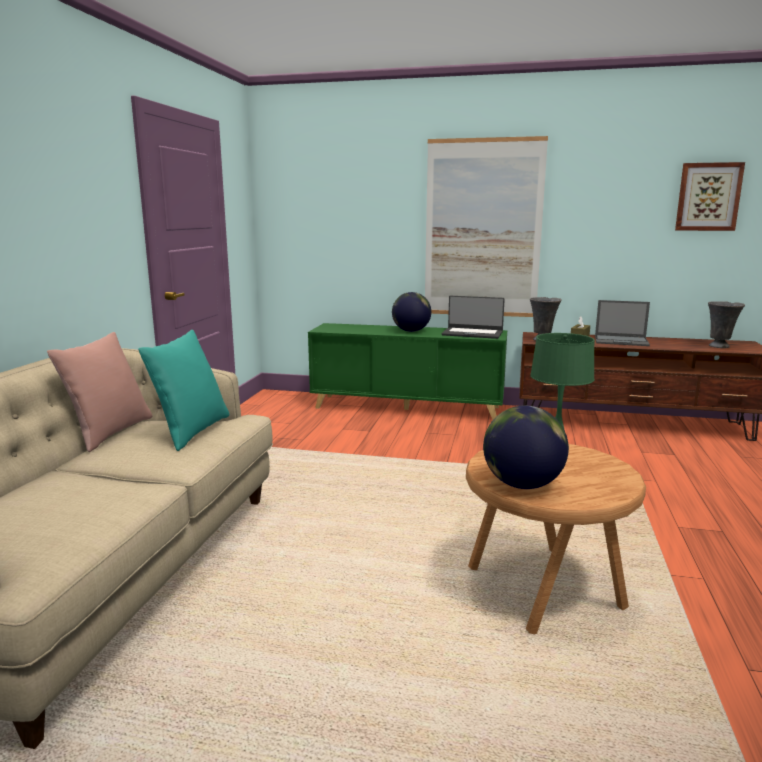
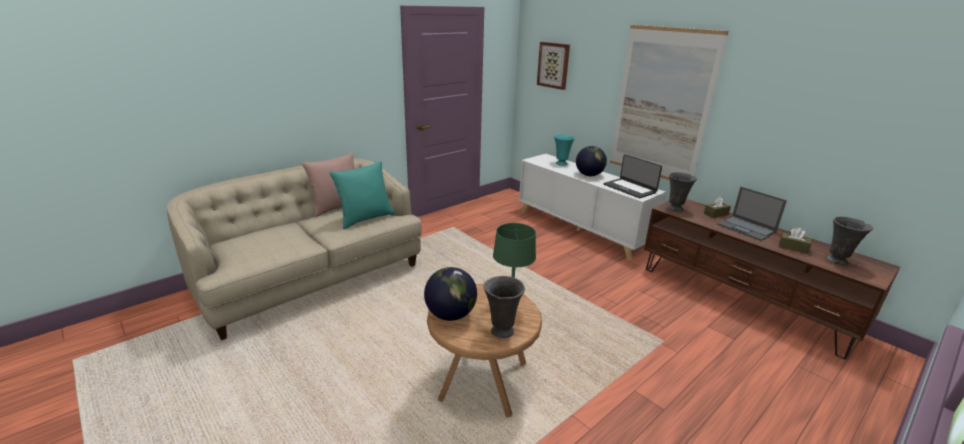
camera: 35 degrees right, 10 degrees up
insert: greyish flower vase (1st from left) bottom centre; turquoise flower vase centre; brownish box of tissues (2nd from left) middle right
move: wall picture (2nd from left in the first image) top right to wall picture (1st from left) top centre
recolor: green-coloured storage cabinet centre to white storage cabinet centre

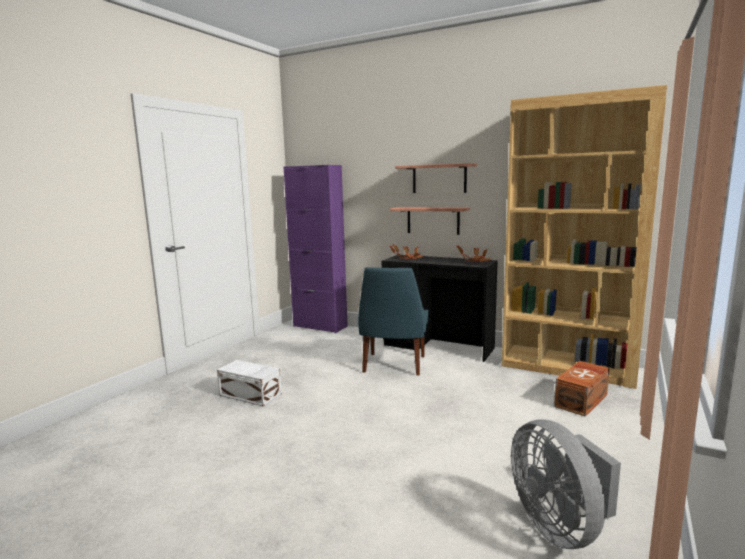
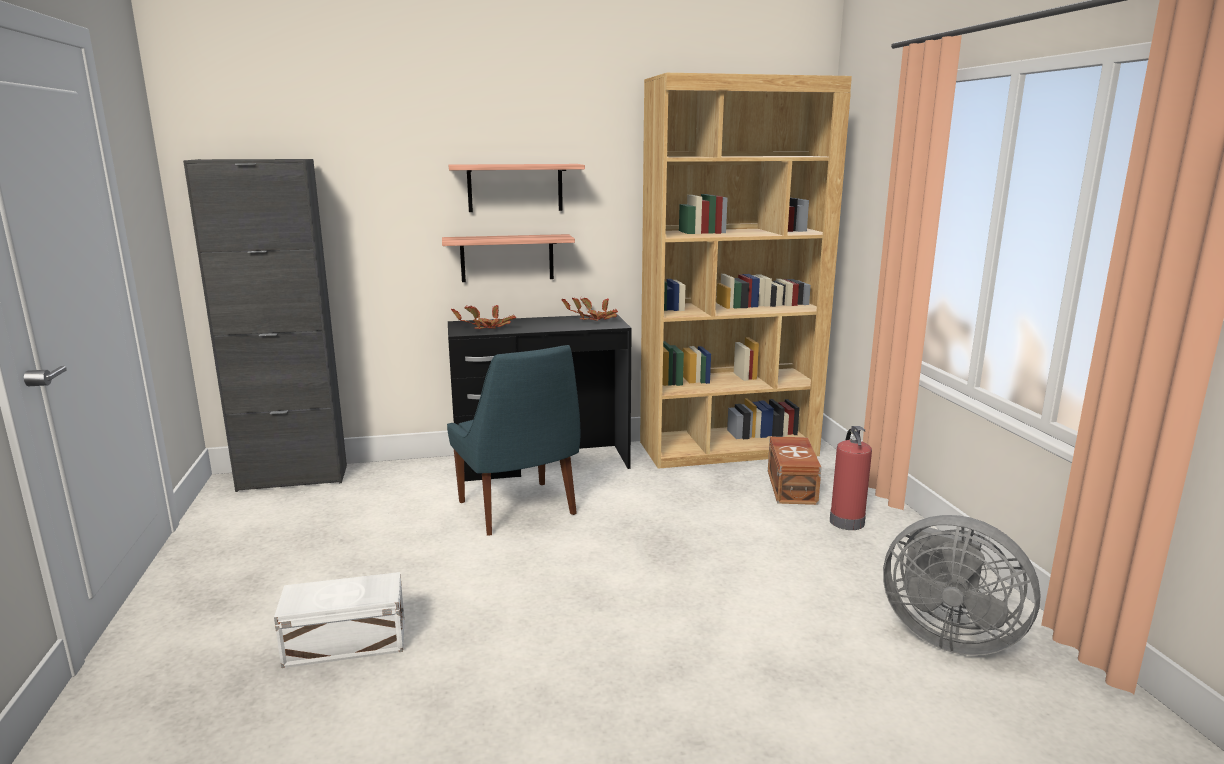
camera: 40 degrees left, 5 degrees up
insert: fire extinguisher middle right
recolor: purplish storage cabinet centre to black storage cabinet middle left

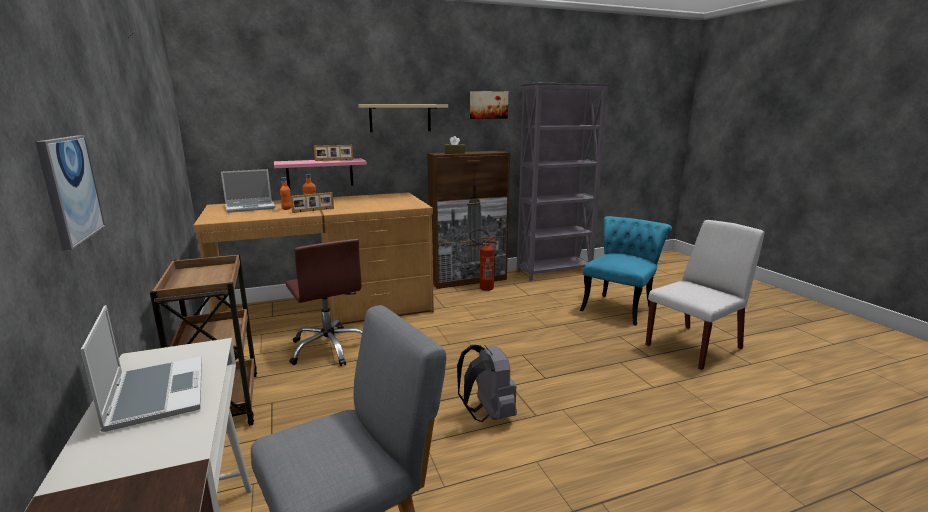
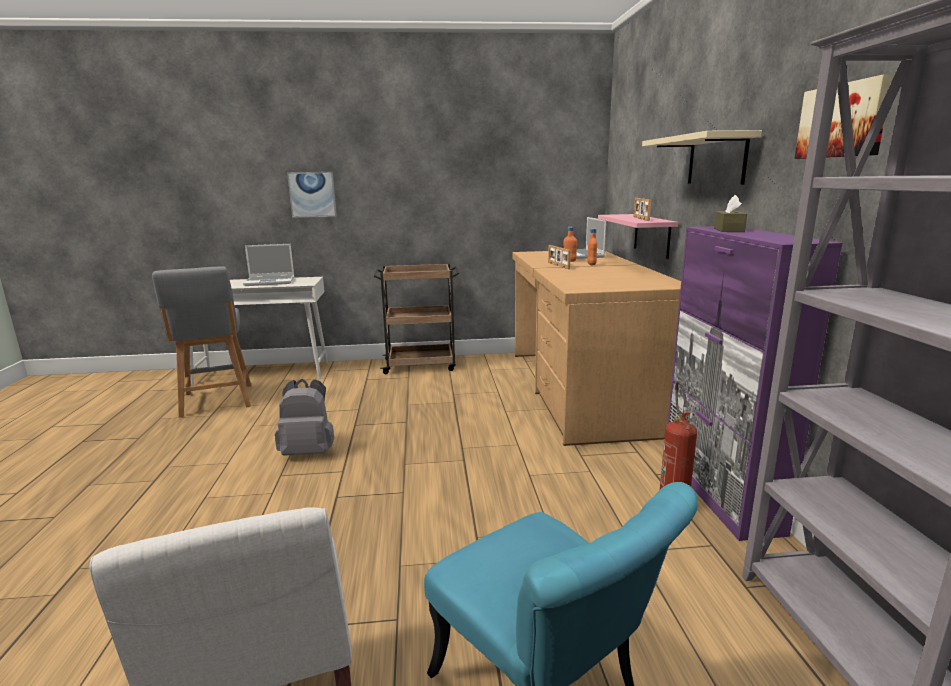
camera: 105 degrees right, 0 degrees up
delete: brownish computer chair centre
recolor: brownish storage cabinet centre to purplish storage cabinet middle right

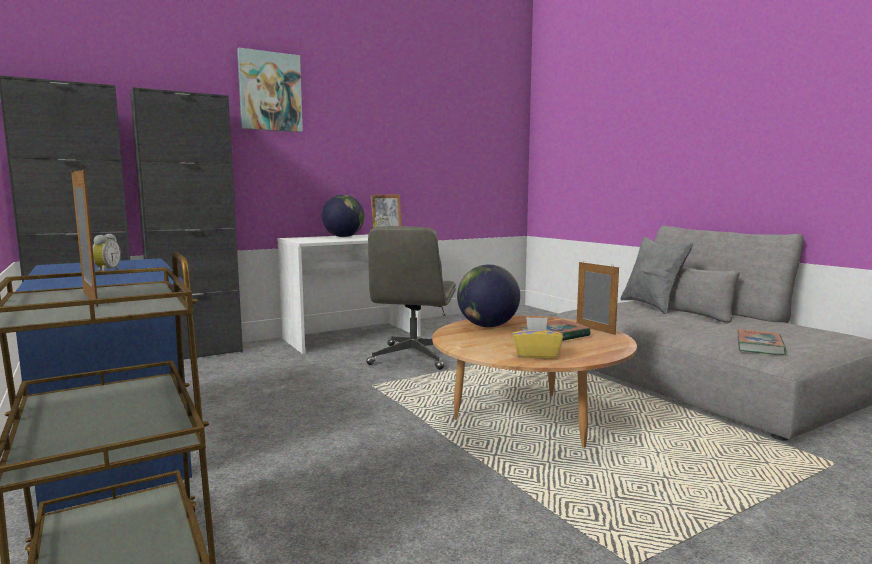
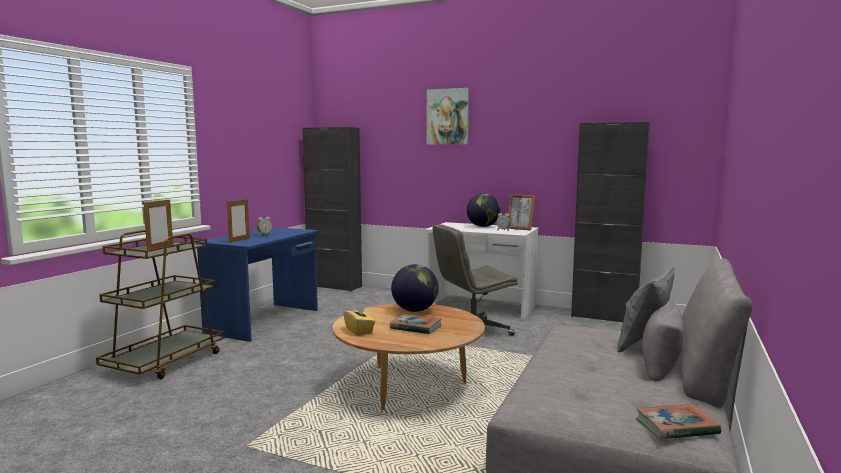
camera: 55 degrees right, 0 degrees up
move: black storage cabinet (2nd from left) middle left to middle right; standing frame (3rd from left in the first image) middle right to standing frame (2nd from left) middle left; bound book (2nd from left) middle right to bottom right

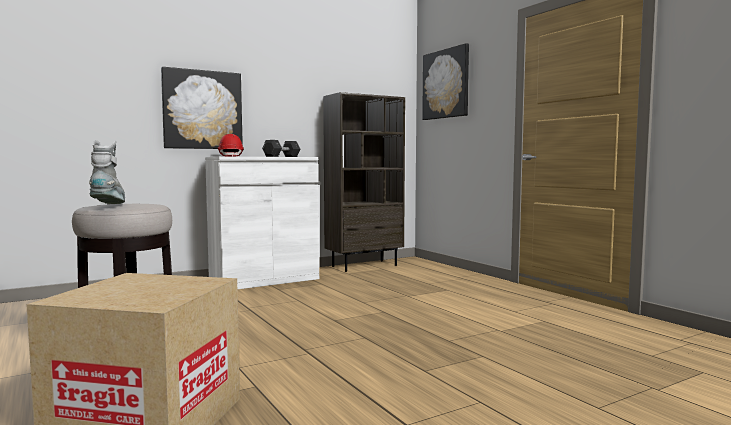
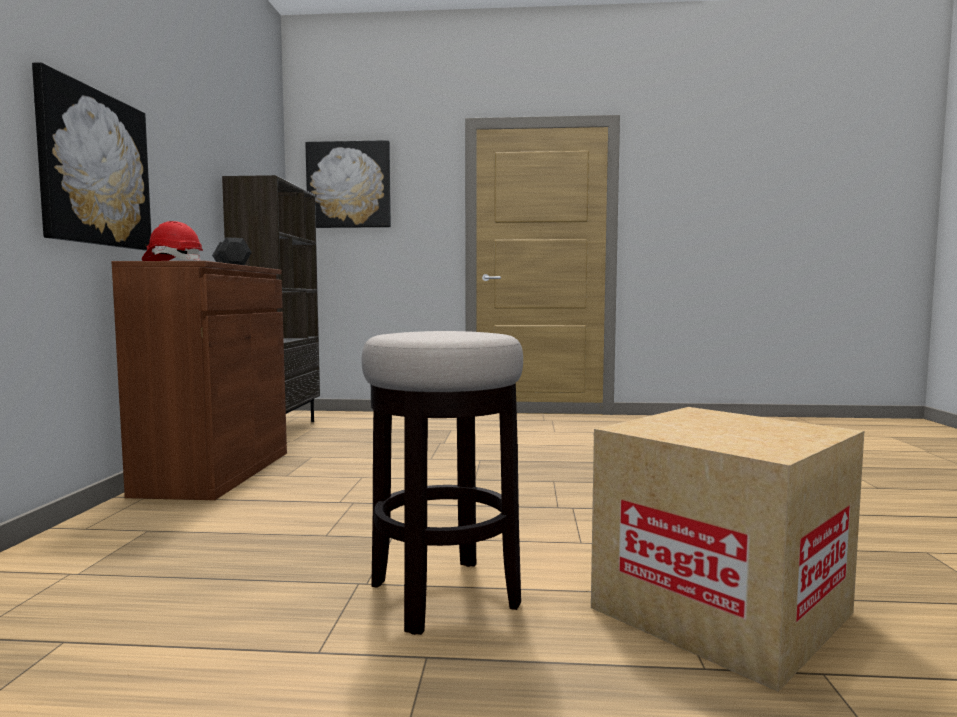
camera: 55 degrees left, 0 degrees up
delete: greyish tall boot middle left
recolor: white storage cabinet centre to brownish storage cabinet middle left

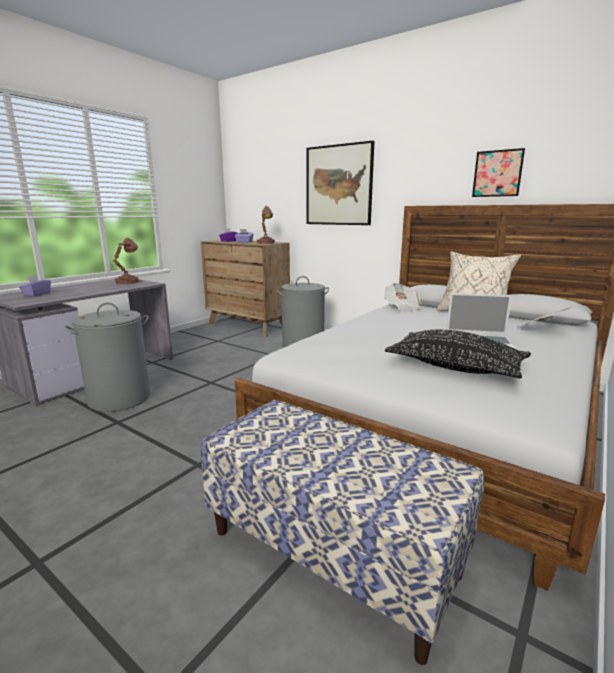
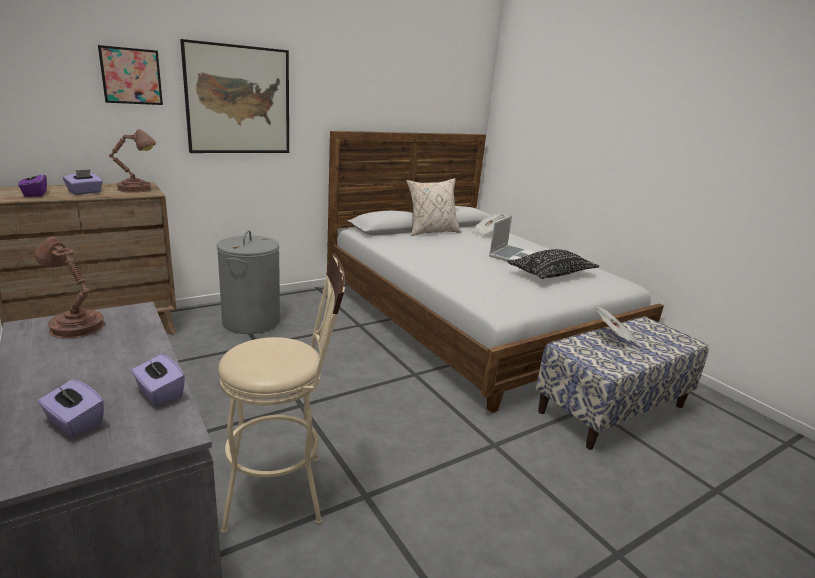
camera: 70 degrees left, 5 degrees up
insert: purplish box of tissues (4th from left) middle left
move: newspaper (1st from left in the first image) centre to newspaper (2nd from left) middle right; wall picture (2nd from left in the first image) top right to wall picture (1st from left) top left
replace: greyish laundry basket (1st from left) middle left to sand-coloured stool bottom centre

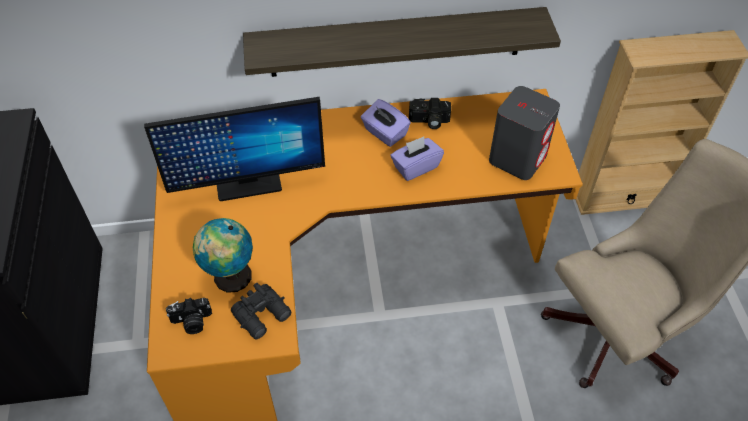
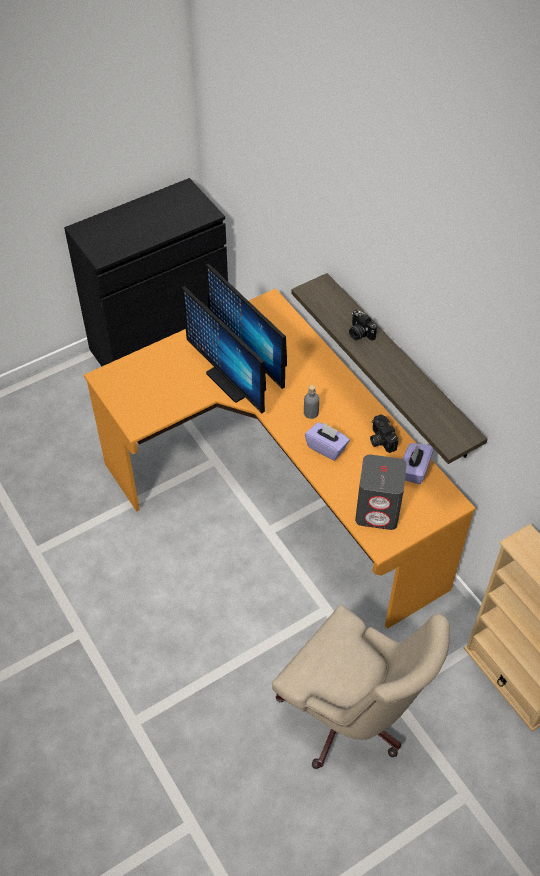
camera: 65 degrees right, 0 degrees up
delete: world globe middle left; black binoculars bottom centre
insert: computer screen (1st from left) centre; greyish bottle centre
move: still camera (1st from left) bottom left to middle right; purplish box of tissues (1st from left in the first image) top centre to purplish box of tissues (2nd from left) middle right

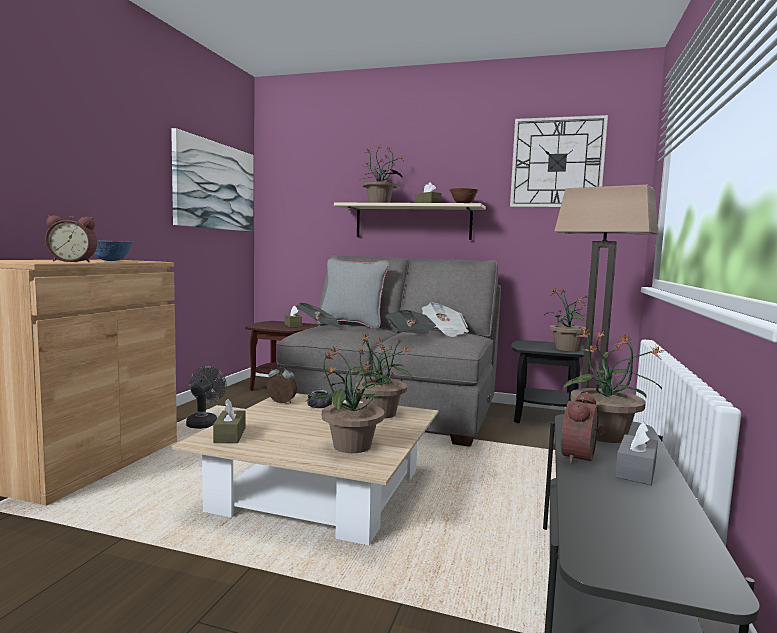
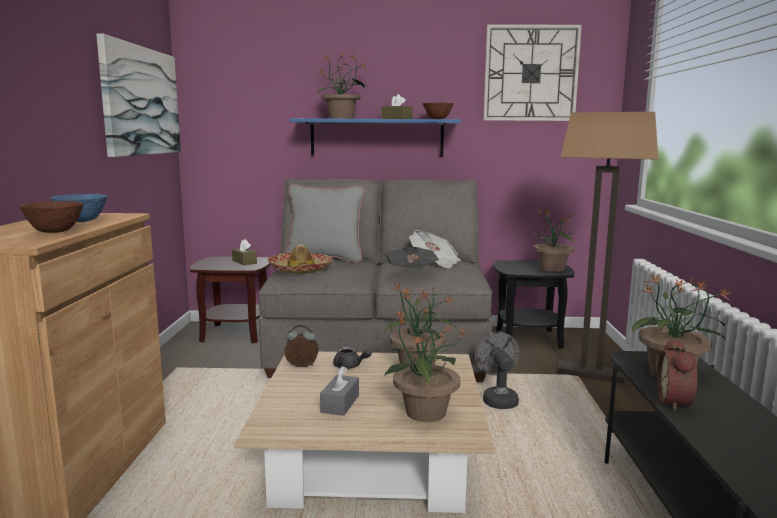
camera: 15 degrees left, 5 degrees up
delete: brownish box of tissues (1st from left) middle left
move: greyish electric fan middle left to bottom centre; greyish box of tissues bottom right to bottom centre
replace: bedside clock (1st from left) middle left to brownish serving bowl (1st from left) middle left; newspaper (1st from left) centre to clothing hat centre
recolor: sand-coloured shelf centre to blue shelf top centre

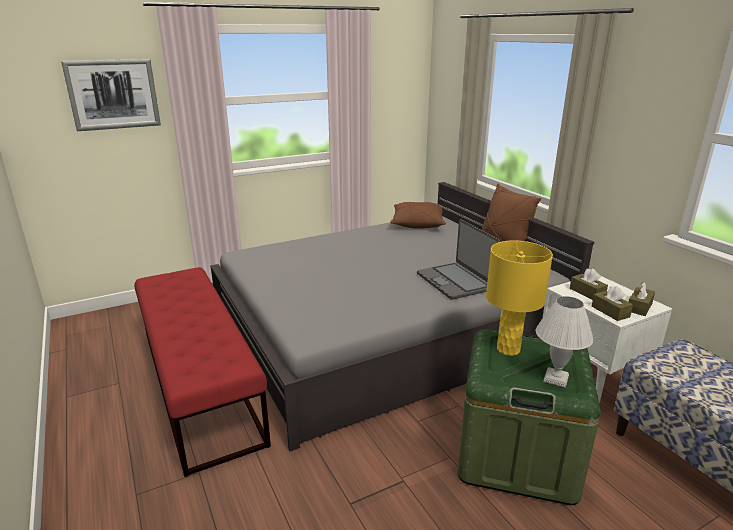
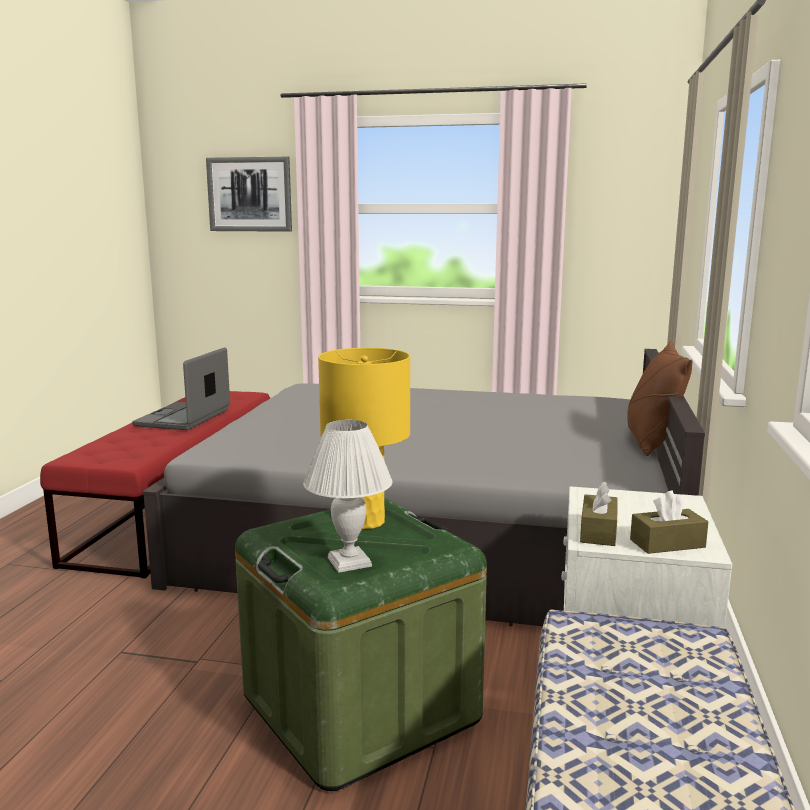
camera: 40 degrees right, 10 degrees down
delete: brownish cushion (1st from left) centre; brownish box of tissues (1st from left) middle right
move: laptop centre to middle left

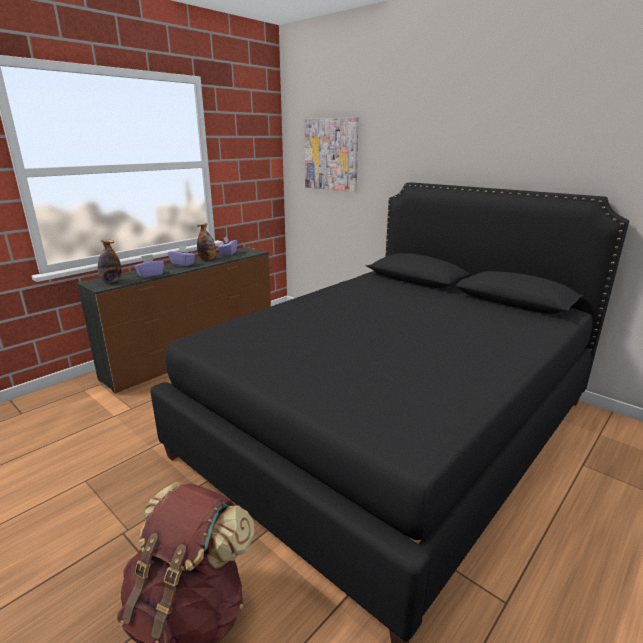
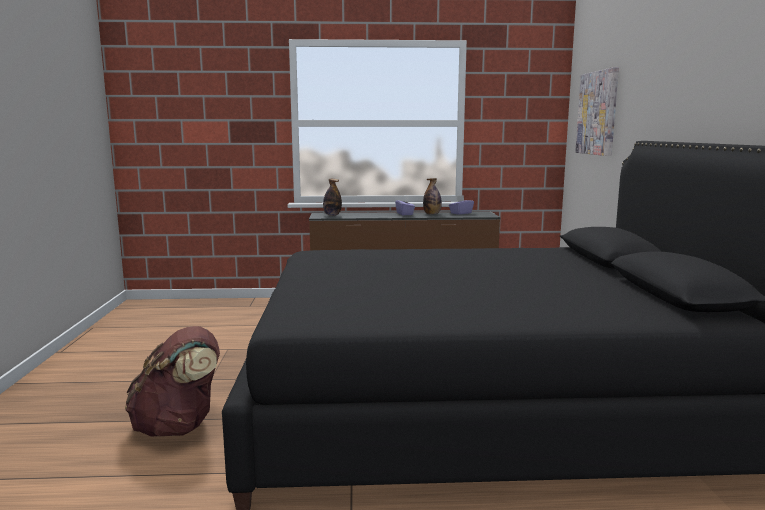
camera: 45 degrees right, 10 degrees down
delete: purplish box of tissues (1st from left) middle left

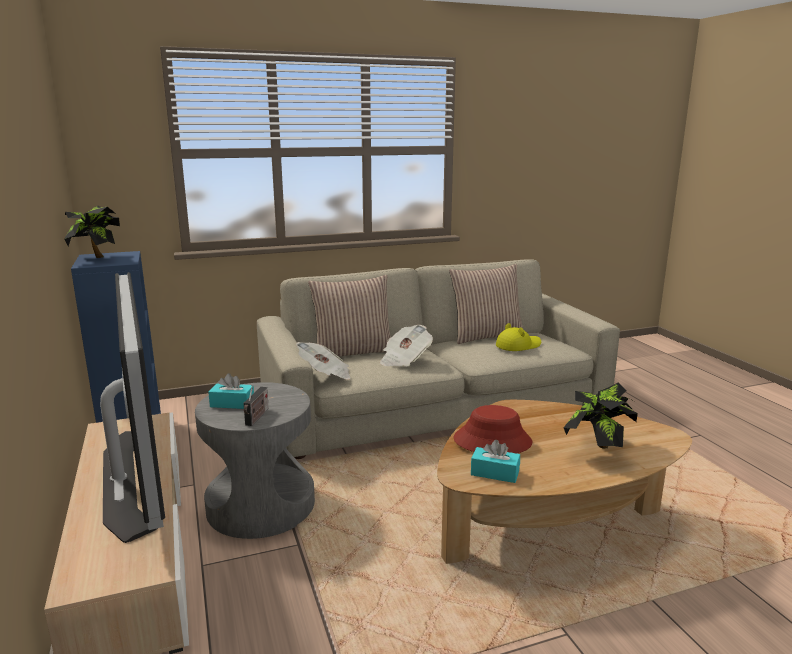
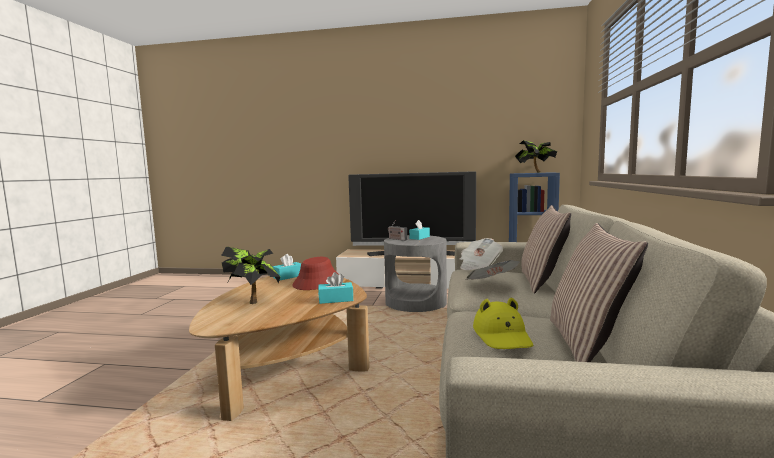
camera: 120 degrees right, 10 degrees down
insert: turquoise box of tissues (2nd from left) centre

